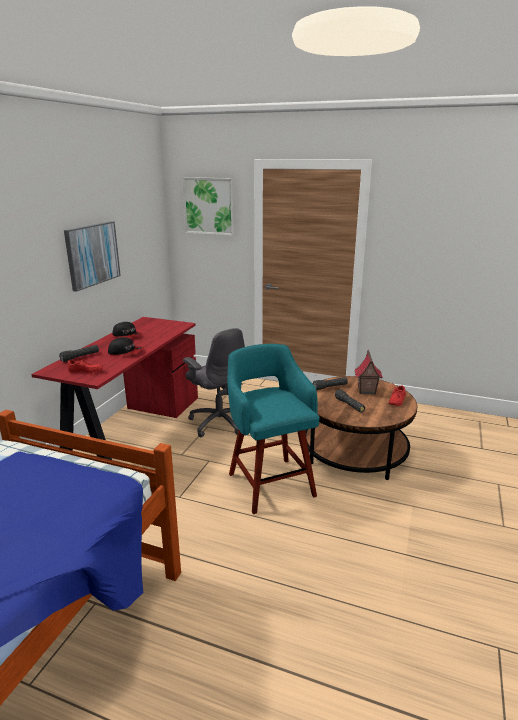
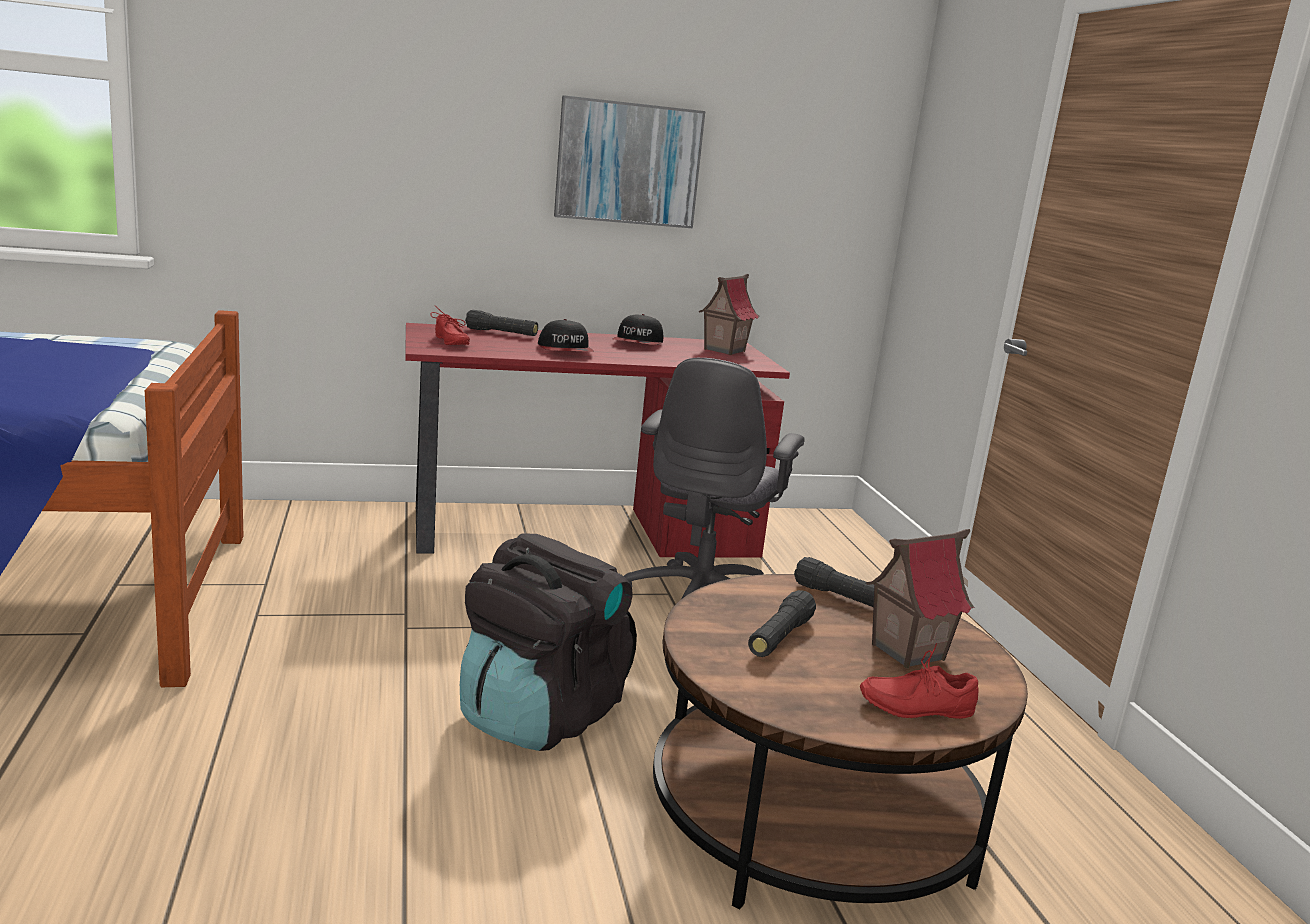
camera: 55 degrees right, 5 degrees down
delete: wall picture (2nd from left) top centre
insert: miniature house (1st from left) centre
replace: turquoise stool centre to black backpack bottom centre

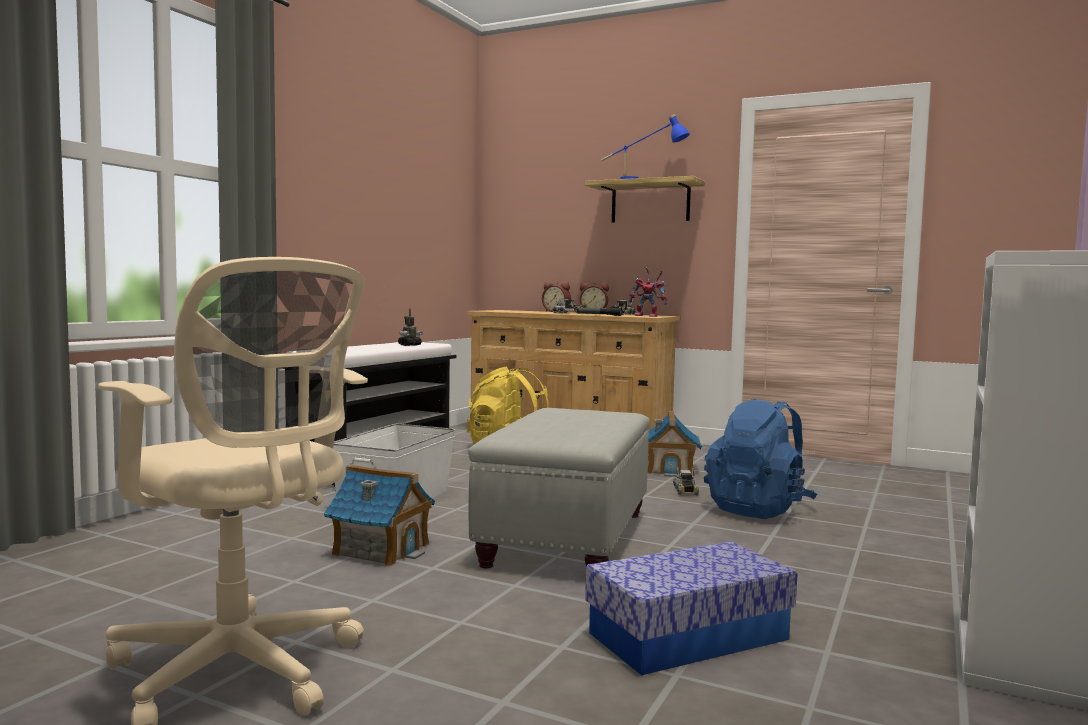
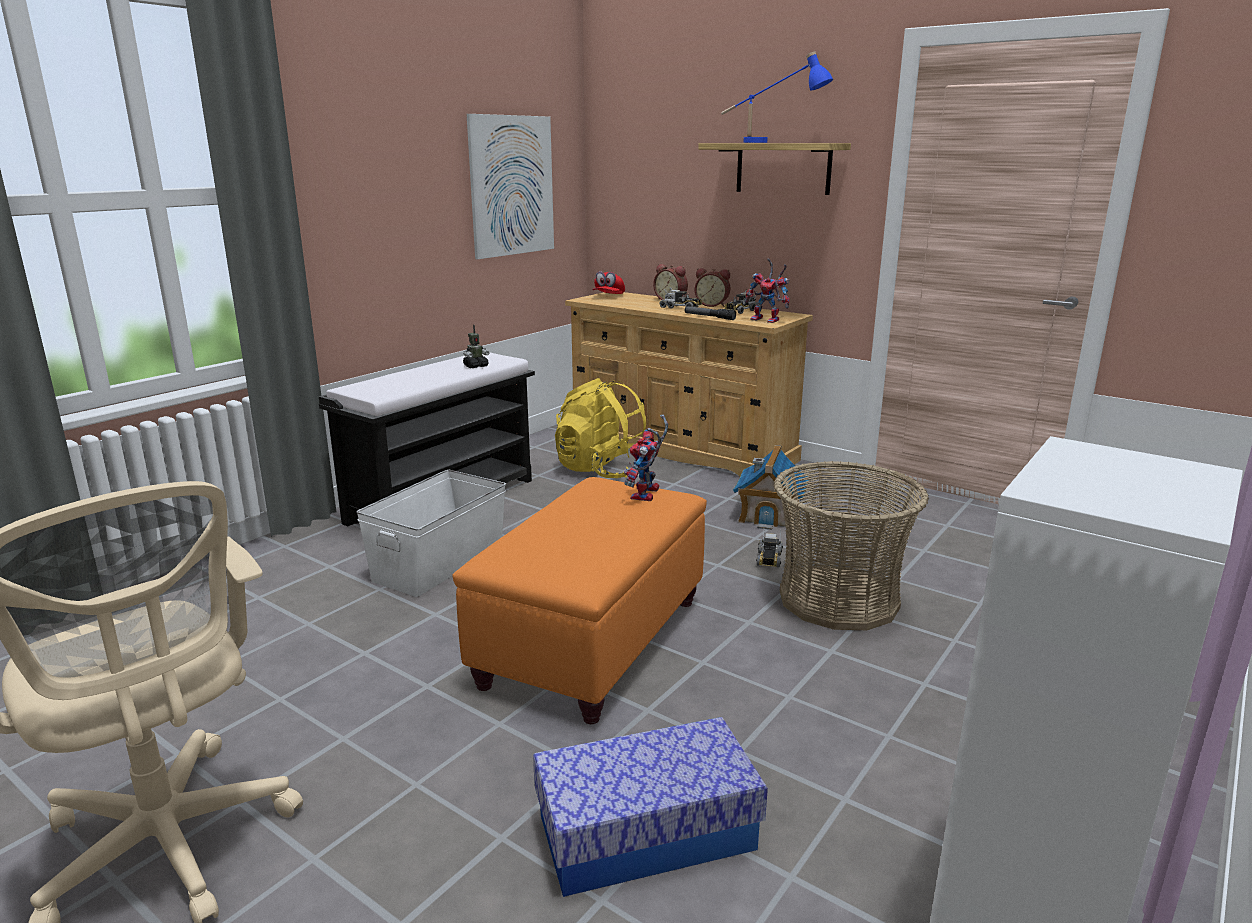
camera: 10 degrees right, 15 degrees up
delete: miniature house (1st from left) bottom centre
insert: wall picture top centre; red-coloured peaked cap top centre; model robot (2nd from left) centre
replace: blue backpack middle right to basket middle right
recolor: greyish ottoman bottom centre to orangey ottoman centre

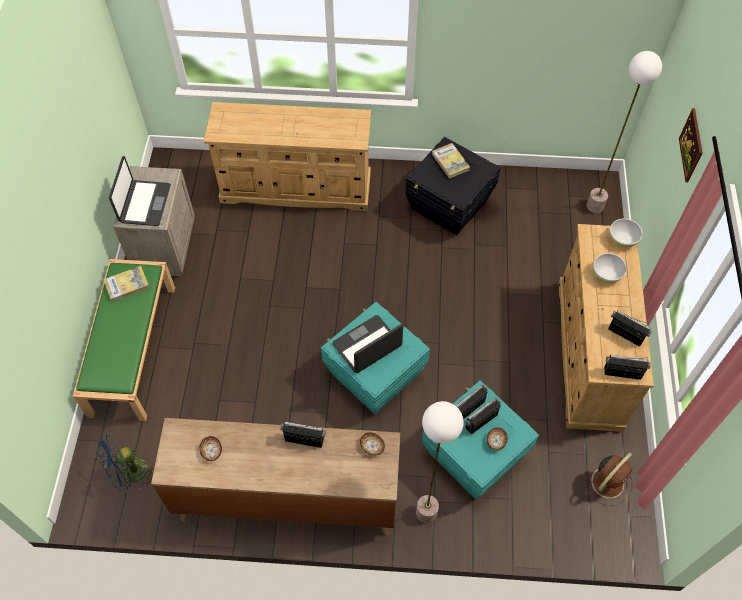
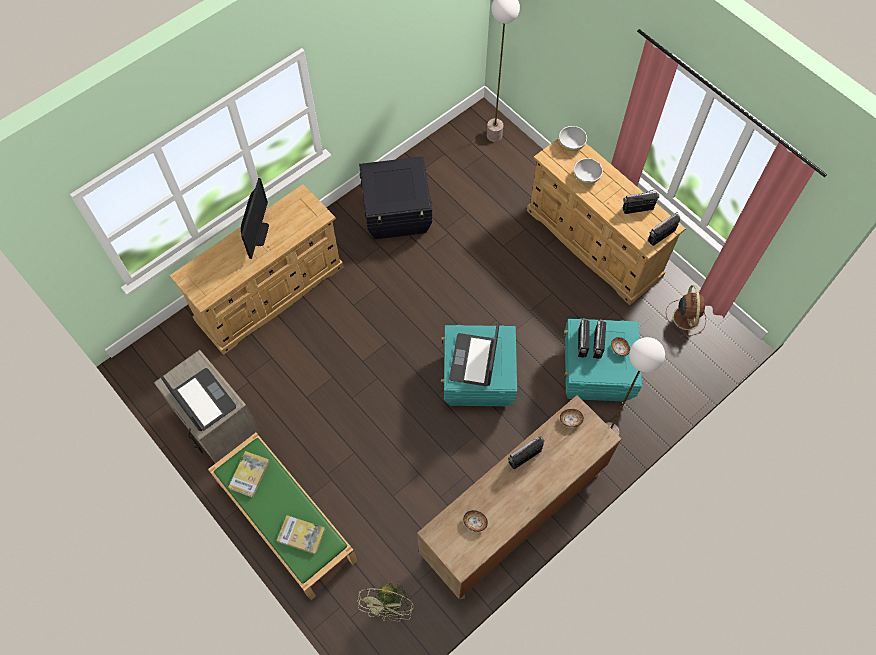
camera: 45 degrees left, 5 degrees up
delete: wall picture top right
insert: computer screen top left
move: bound book (2nd from left) top centre to bottom centre
recolor: blue electric fan bottom left to green-coloured electric fan bottom centre

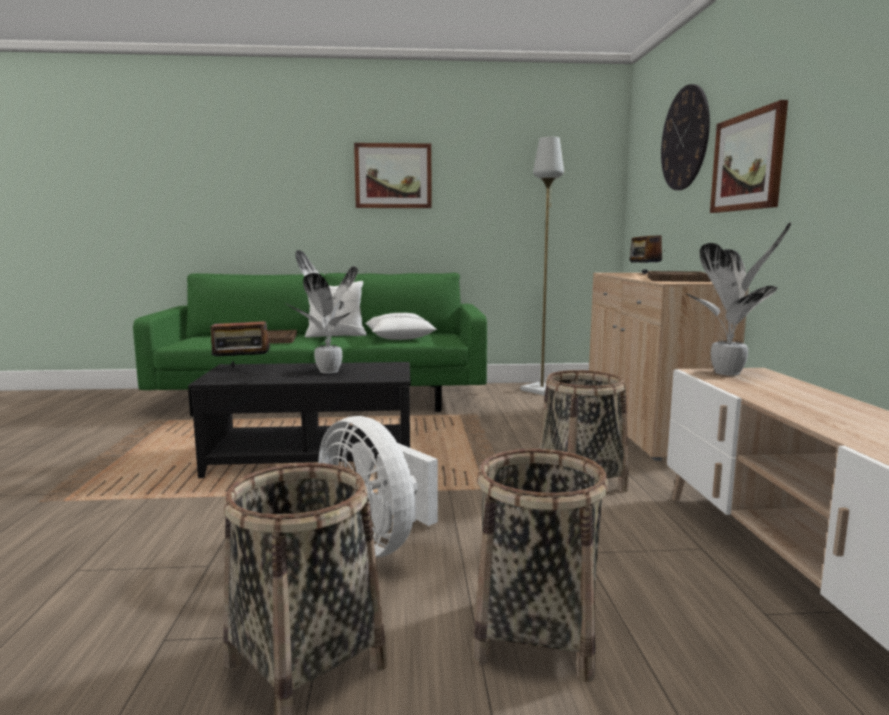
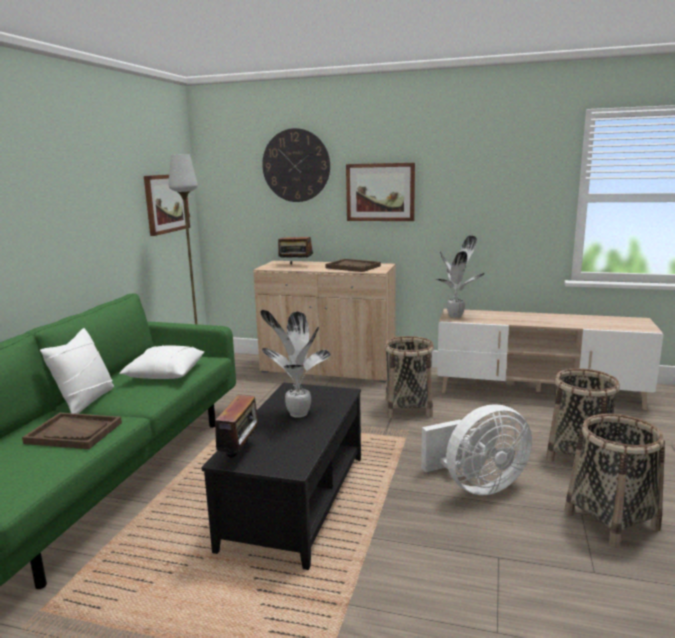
camera: 70 degrees left, 5 degrees up
move: wall picture (1st from left) top centre to top left

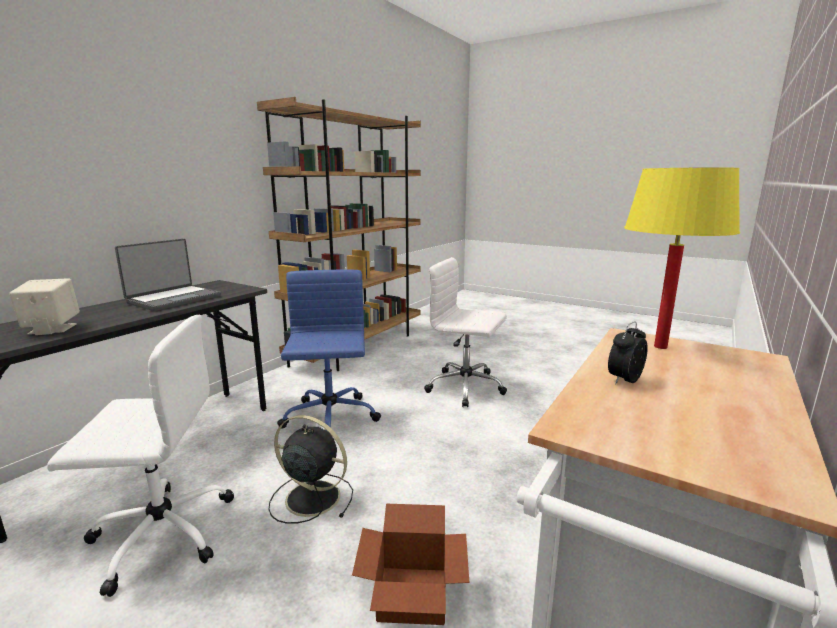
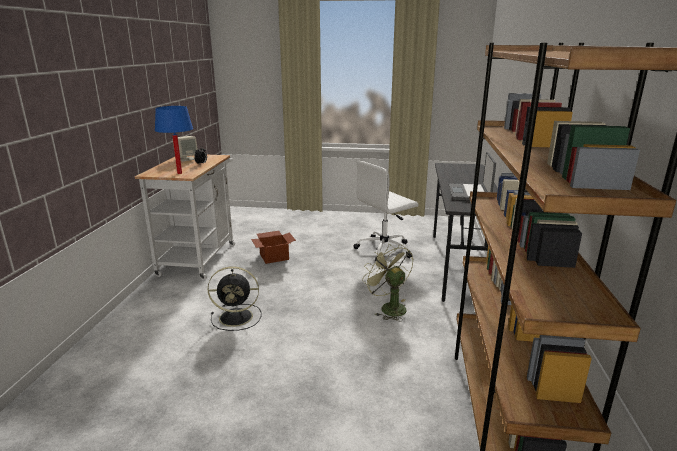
camera: 155 degrees right, 5 degrees up
delete: white computer chair (2nd from left) centre
move: sand-coloured audio speaker middle left to top left; black electric fan bottom centre to centre
replace: blue computer chair centre to green-coloured electric fan centre
recolor: yellow lamp for a table middle right to blue lamp for a table top left

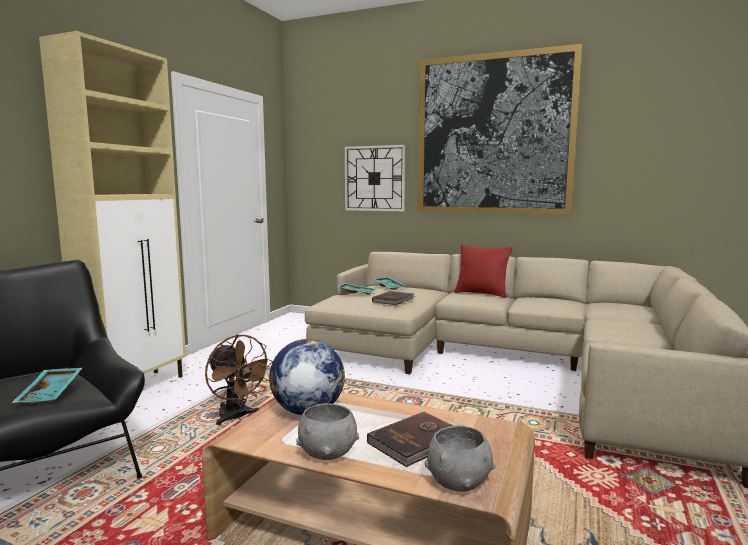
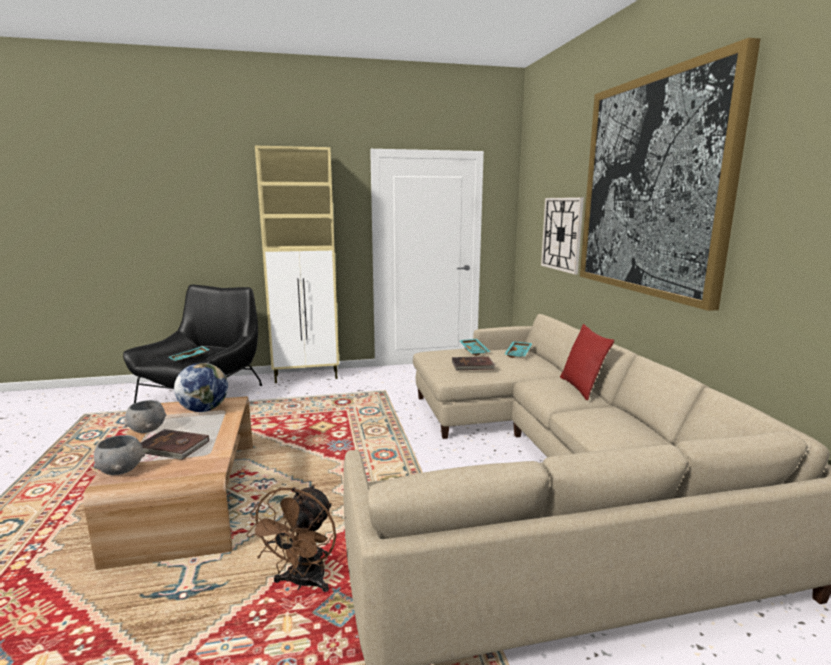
camera: 55 degrees right, 5 degrees up
move: brownish electric fan bottom left to bottom centre

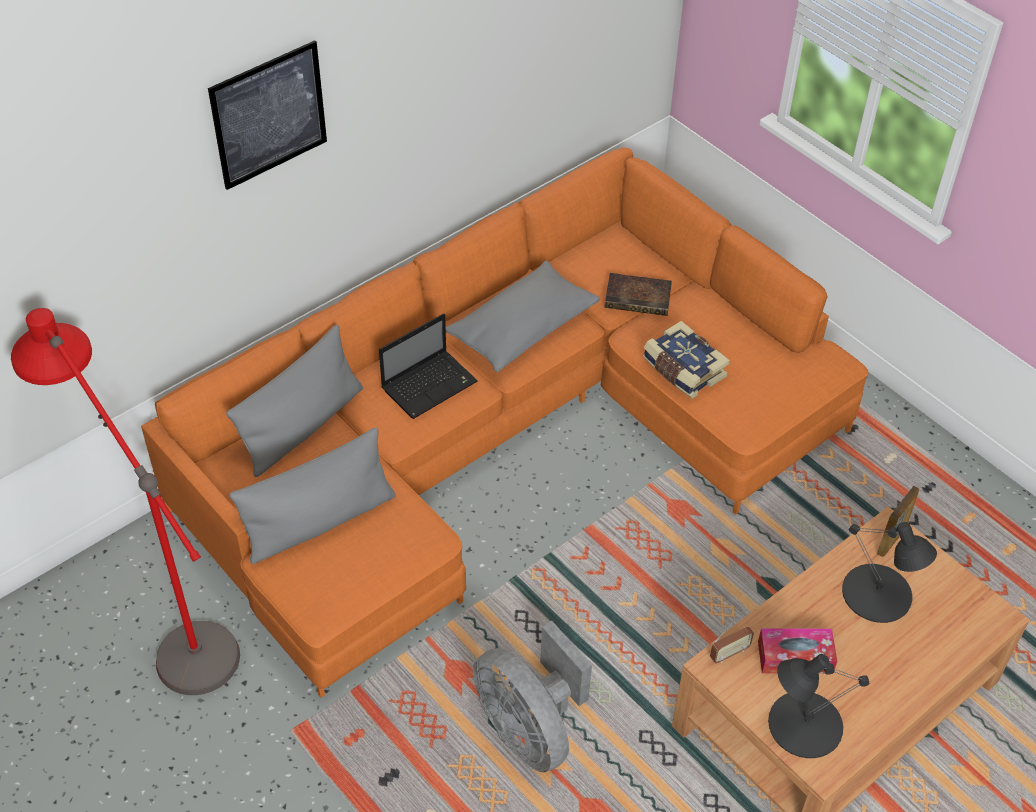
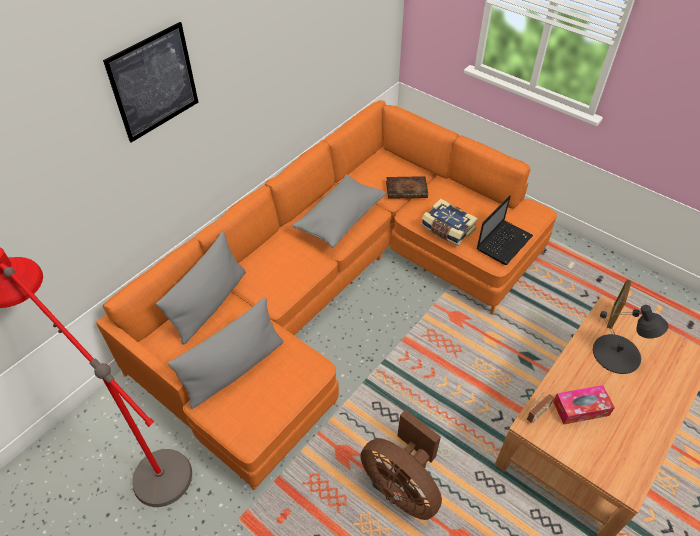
camera: 10 degrees left, 0 degrees up
delete: black lamp for a table (1st from left) bottom right
move: laptop centre to middle right
recolor: greyish electric fan bottom centre to brownish electric fan bottom centre

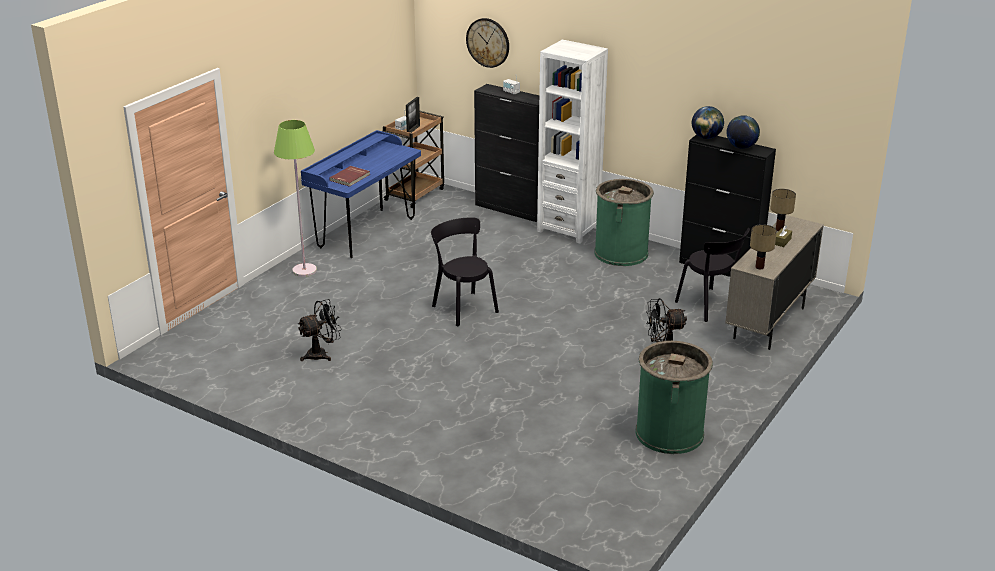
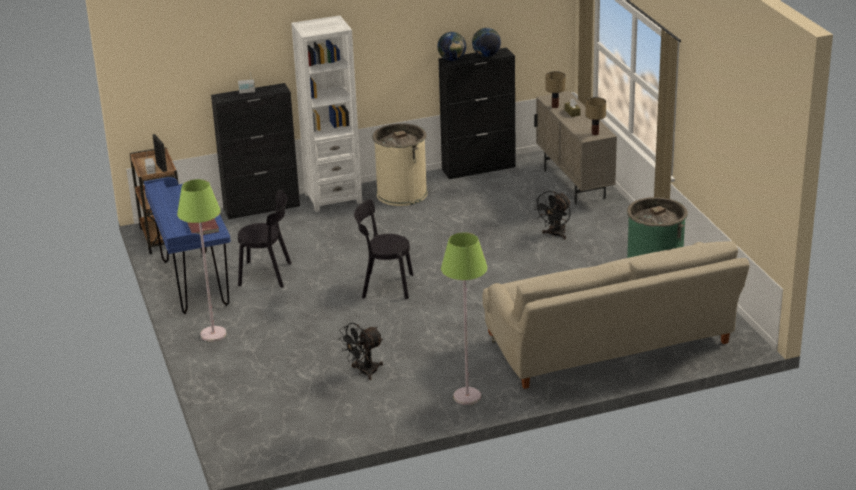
camera: 50 degrees left, 0 degrees up
delete: hanging clock top centre
insert: green-coloured floor lamp (2nd from left) centre; sand-coloured couch middle right
move: black chair (2nd from left in the first image) middle right to black chair (1st from left) middle left
recolor: green-coloured trash can (1st from left) centre to sand-coloured trash can centre
rotate: black electric fan (1st from left) middle left = bottom centre 135 degrees counterclockwise

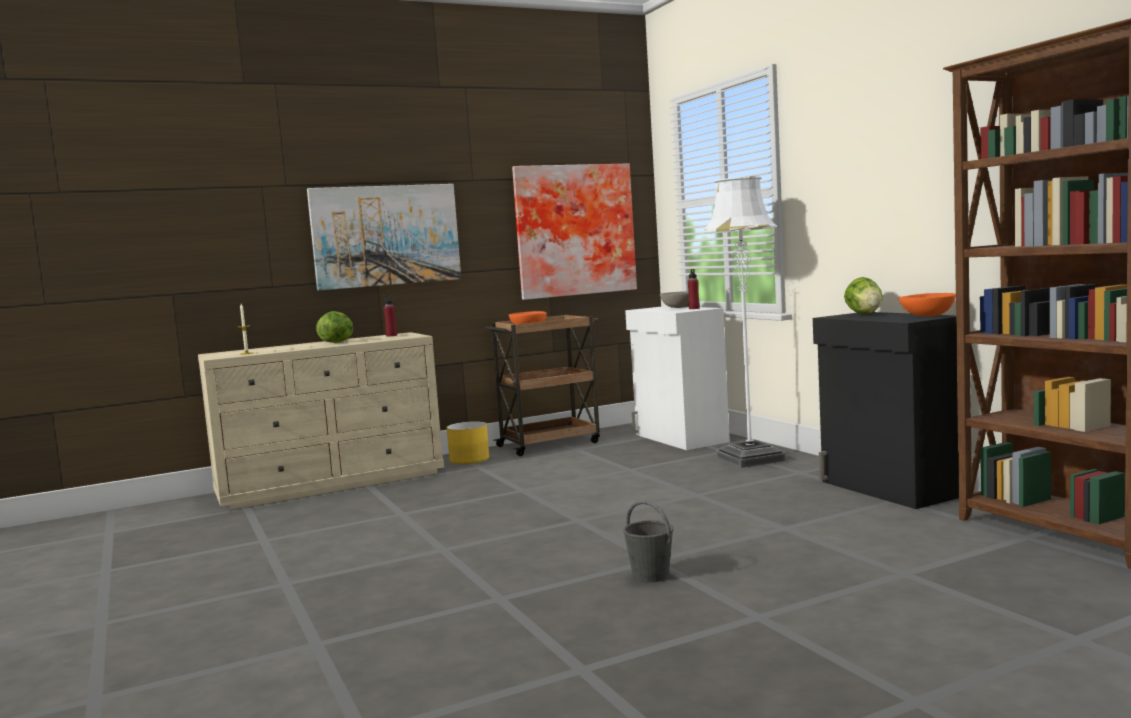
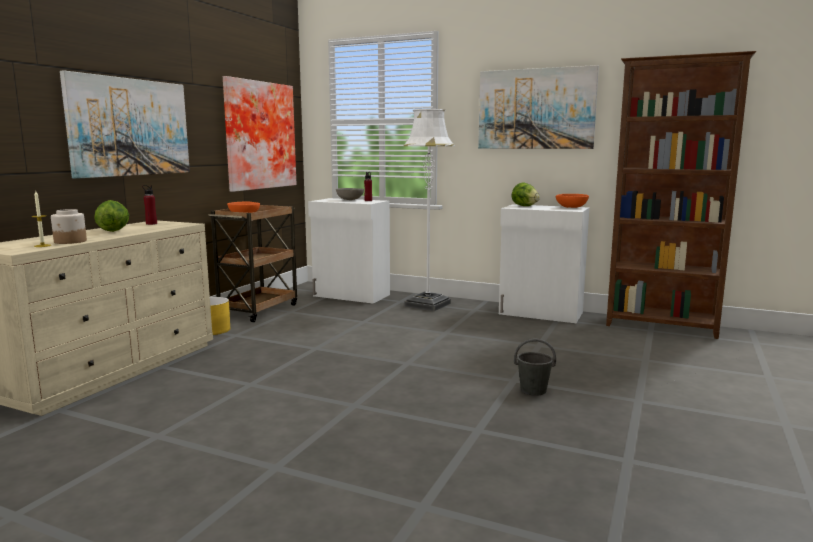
camera: 40 degrees left, 5 degrees up
insert: preserve jar middle left; wall picture (3rd from left) top centre
recolor: black storage cabinet middle right to white storage cabinet (2nd from left) middle right

